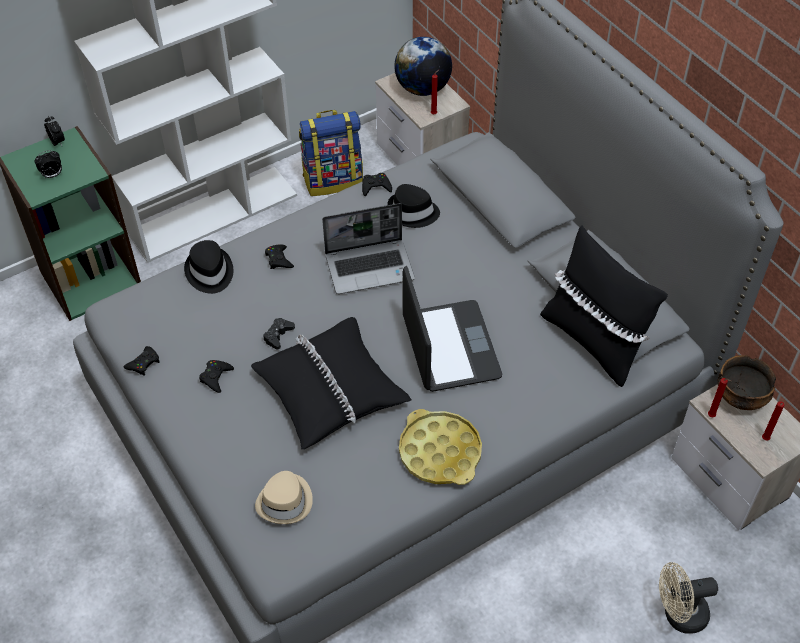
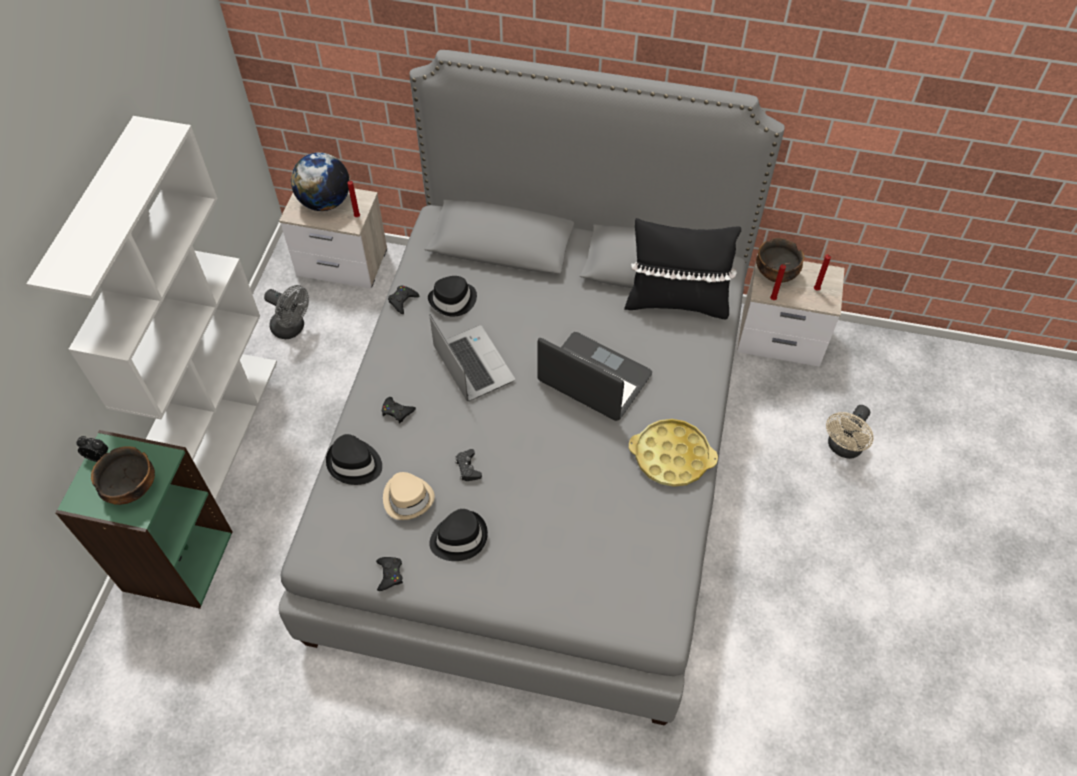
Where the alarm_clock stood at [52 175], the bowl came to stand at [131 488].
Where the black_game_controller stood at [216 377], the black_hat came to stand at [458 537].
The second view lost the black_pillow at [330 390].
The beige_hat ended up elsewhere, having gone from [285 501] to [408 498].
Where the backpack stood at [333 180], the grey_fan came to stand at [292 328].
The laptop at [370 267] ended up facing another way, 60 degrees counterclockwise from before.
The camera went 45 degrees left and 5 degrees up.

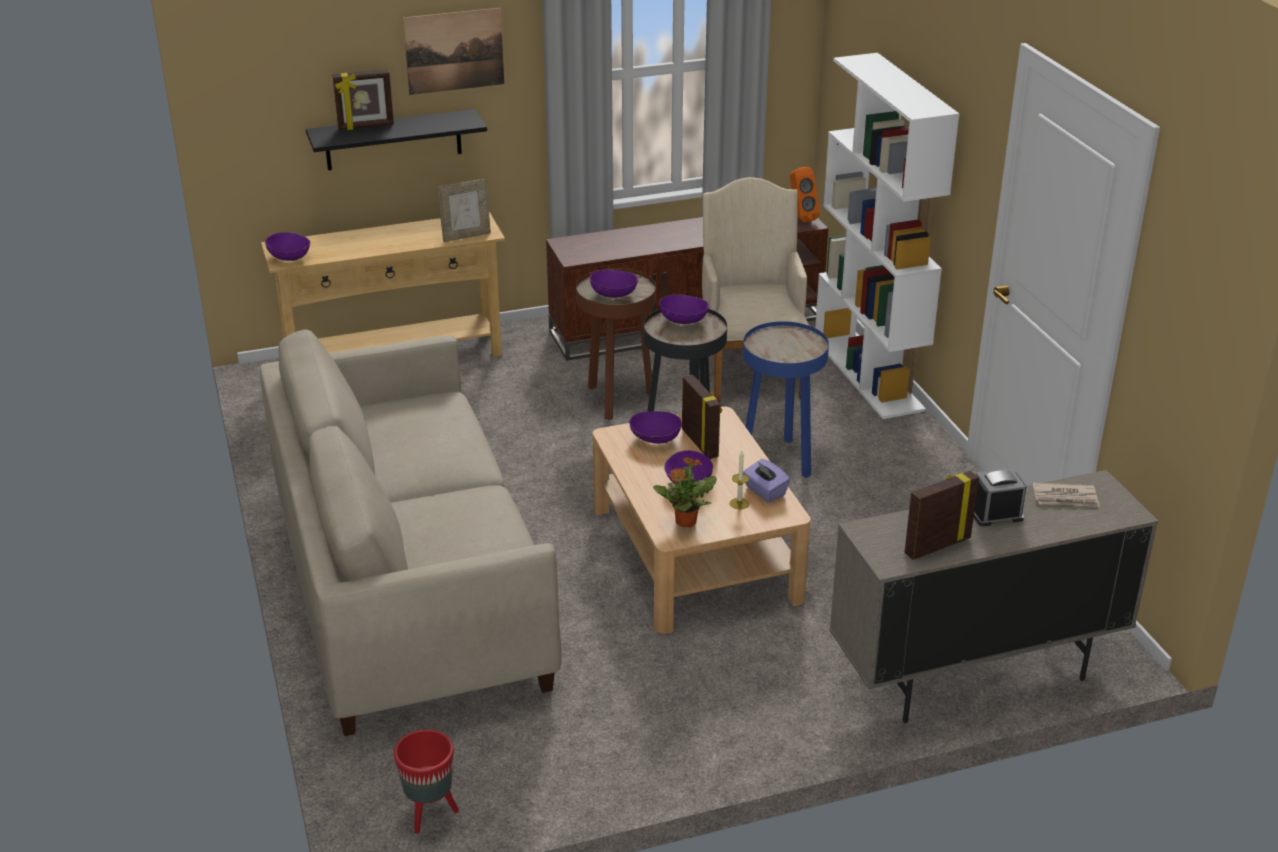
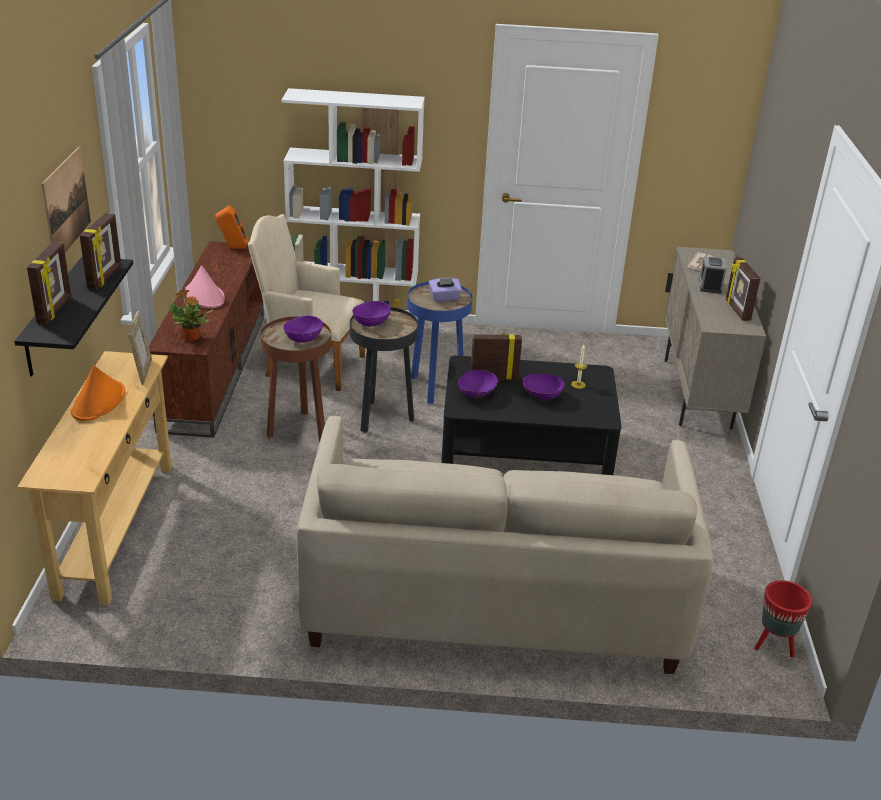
The second view lost the purple_bowl at [290 257].
What was the beige_coffee_table at [694 553] turned into the black_coffee_table at [525 452].
The potted_plant ended up elsewhere, having gone from [685 522] to [192 338].
The purple_tissue_box ended up elsewhere, having gone from [765 491] to [444 298].
The second view gained the orange_hat at [98 402].
The second view gained the picture_frame at [105 277].
The second view gained the pink_hat at [204 296].
The camera went 70 degrees left and 0 degrees up.

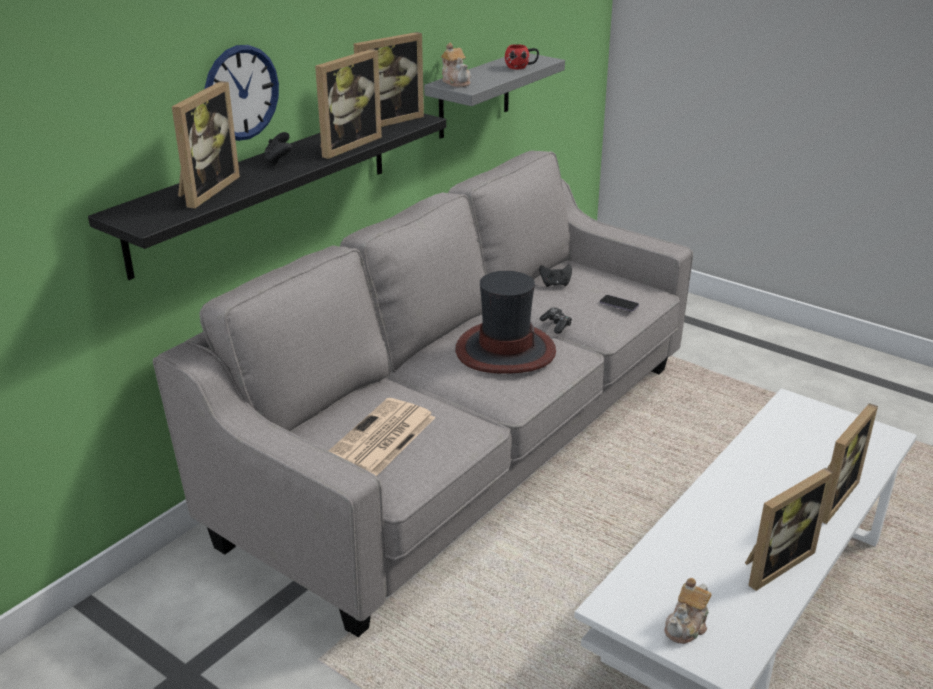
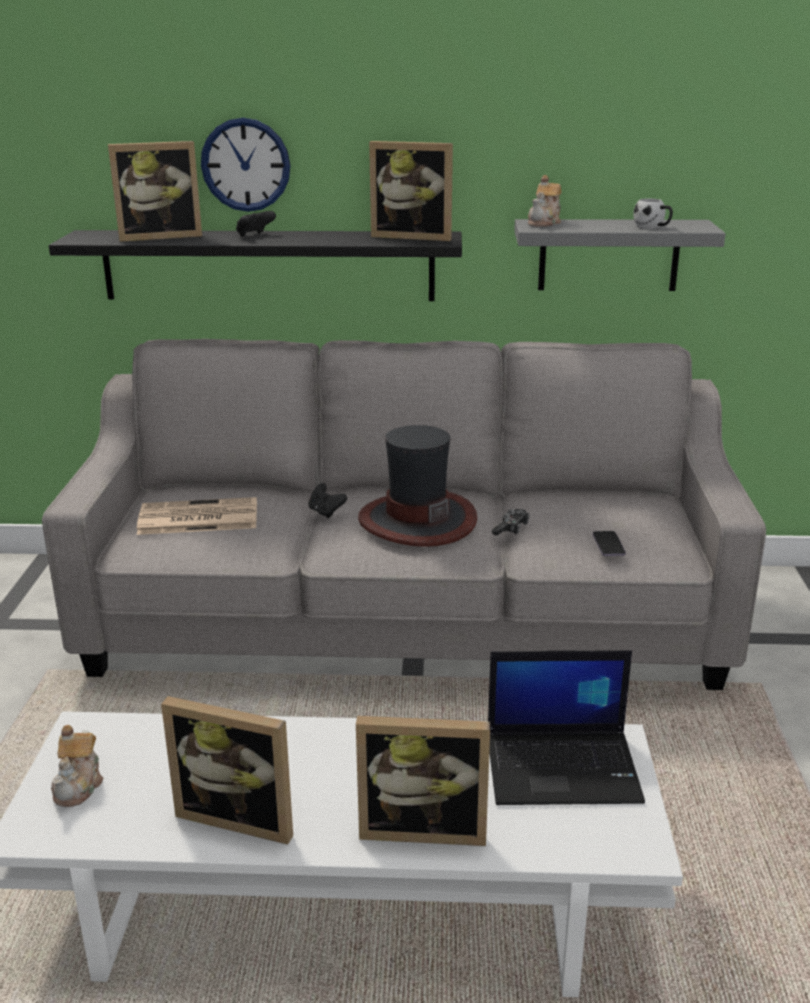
The second view lost the picture_frame at [345 145].
What was the red_mug at [521 67] turned into the white_mug at [652 227].
The black_game_controller ended up elsewhere, having gone from [555 284] to [326 512].
The teapot at [687 626] ended up facing another way, 90 degrees counterclockwise from before.
The second view gained the laptop at [564 767].
The camera went 55 degrees right and 5 degrees down.

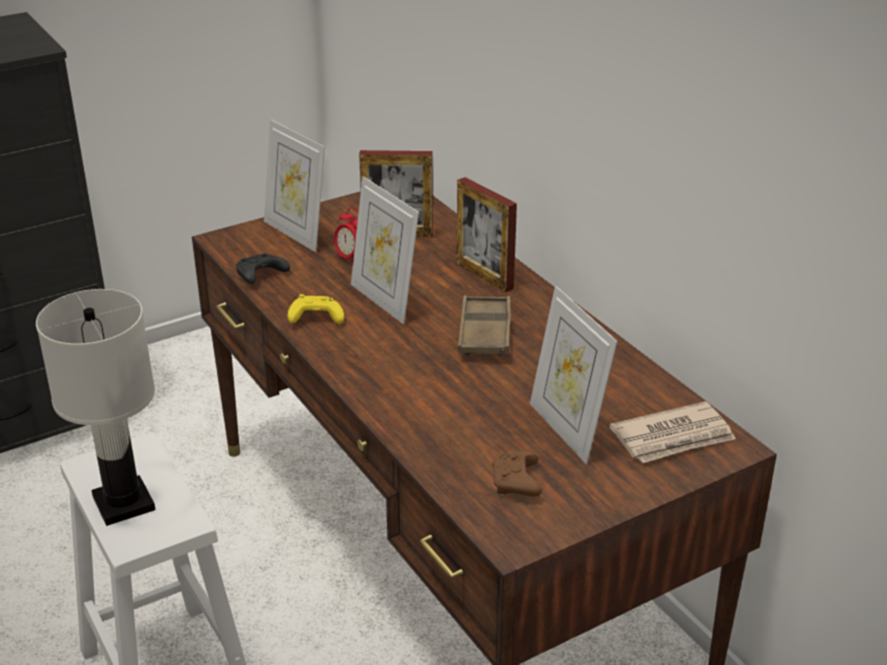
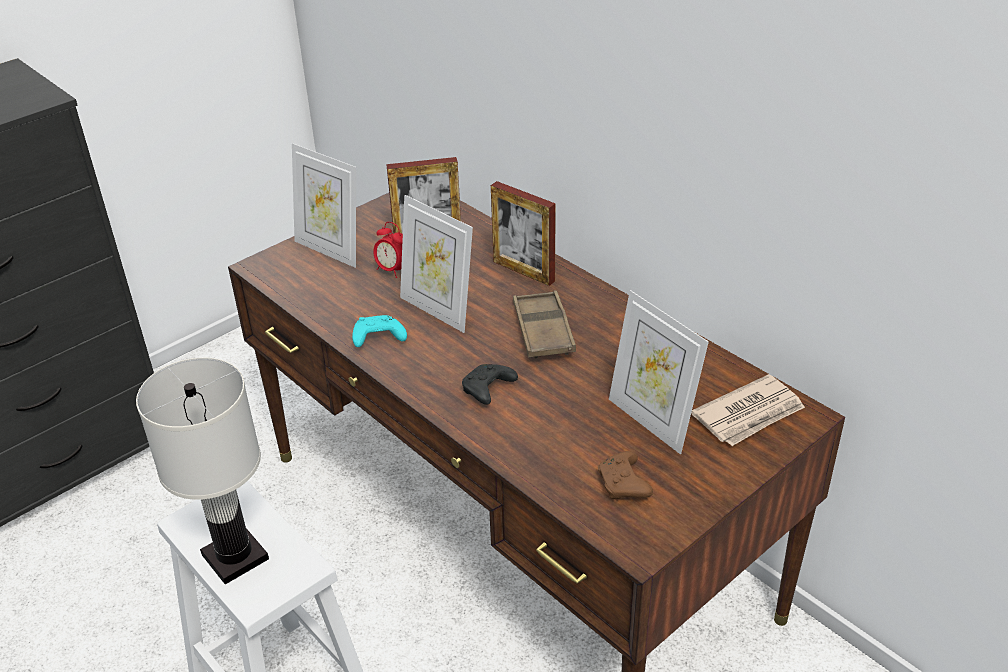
The black_game_controller ended up elsewhere, having gone from [260 276] to [487 390].
What was the yellow_game_controller at [315 319] turned into the turquoise_game_controller at [377 339].
The camera went 10 degrees left and 5 degrees up.

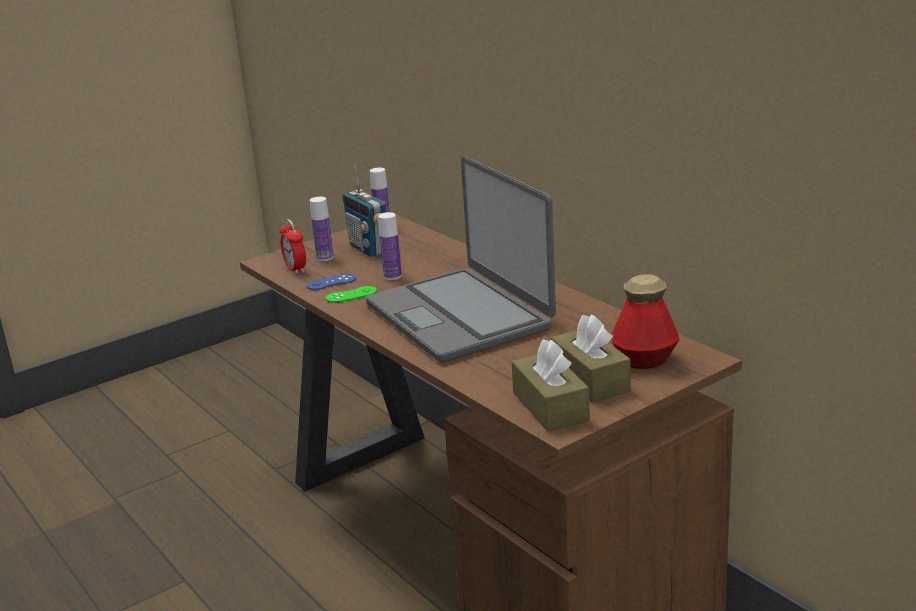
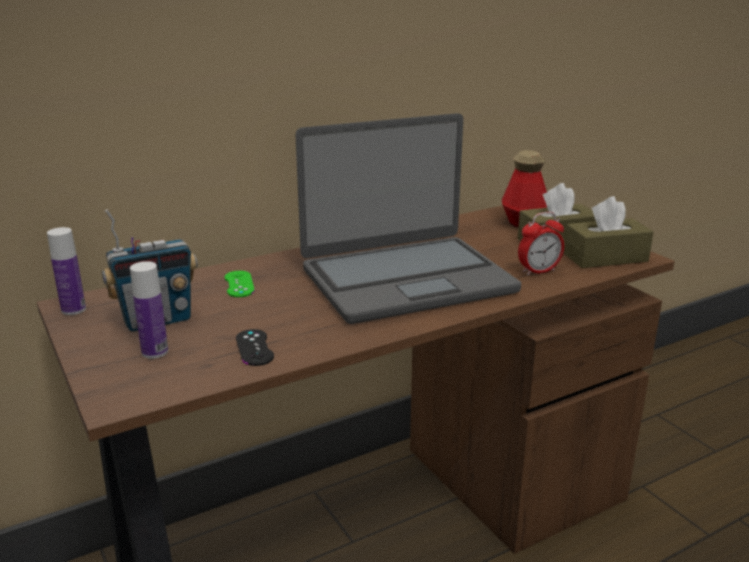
The alarm_clock ended up elsewhere, having gone from [295 269] to [538 271].
What was the blue_game_controller at [331 282] turned into the black_game_controller at [254 347].
The green_game_controller ended up elsewhere, having gone from [351 295] to [239 284].
The second view lost the bottle at [392 276].
The camera went 85 degrees left and 0 degrees up.

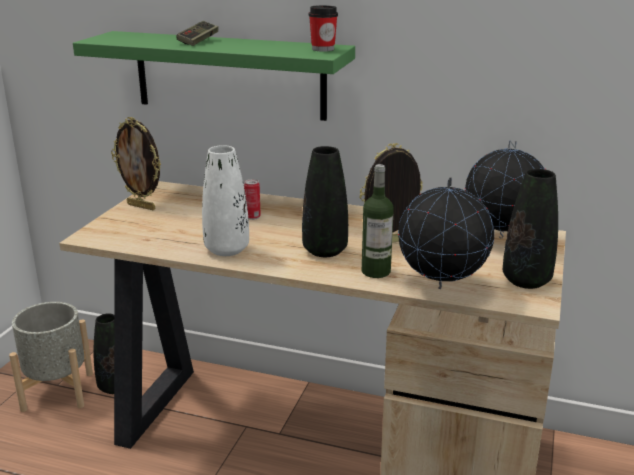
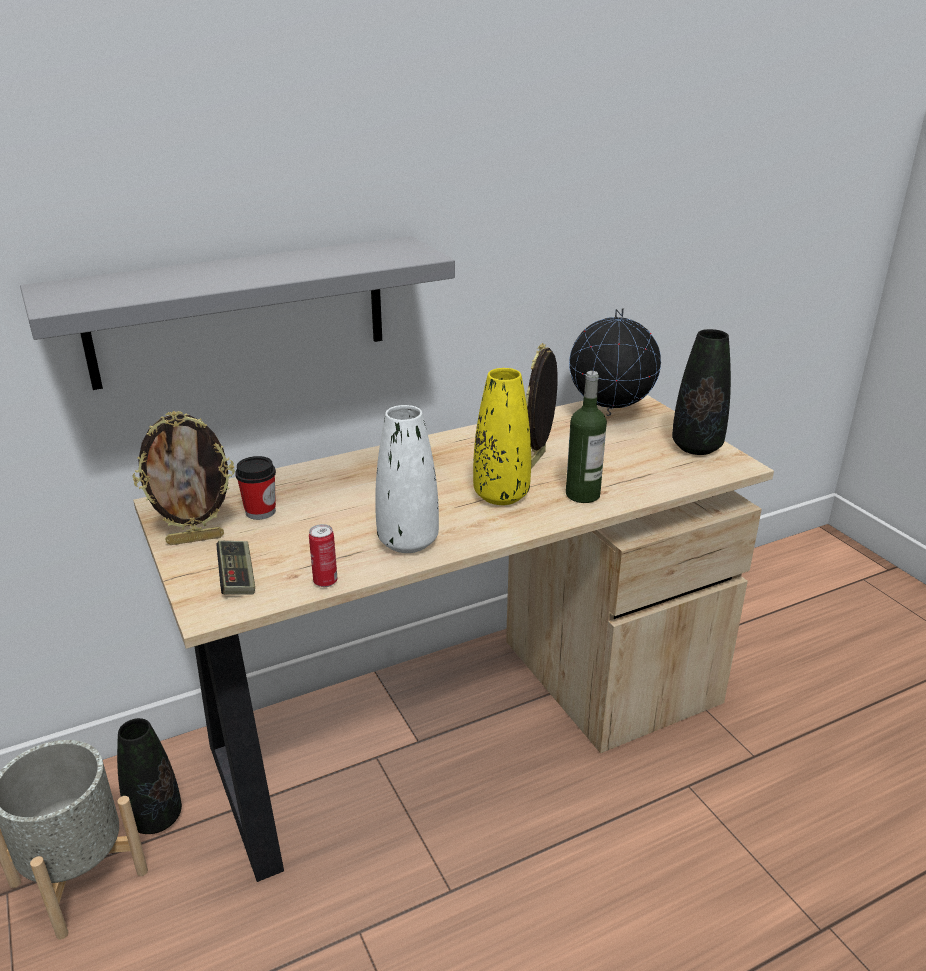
What was the green_shelf at [229 75] turned into the grey_shelf at [239 311].
The game_controller ended up elsewhere, having gone from [198 41] to [237 577].
The can ended up elsewhere, having gone from [253 217] to [325 581].
What was the black_vase at [325 251] turned into the yellow_vase at [501 495].
The cup ended up elsewhere, having gone from [323 49] to [260 511].
The second view lost the globe at [441 287].
The camera went 45 degrees left and 5 degrees up.

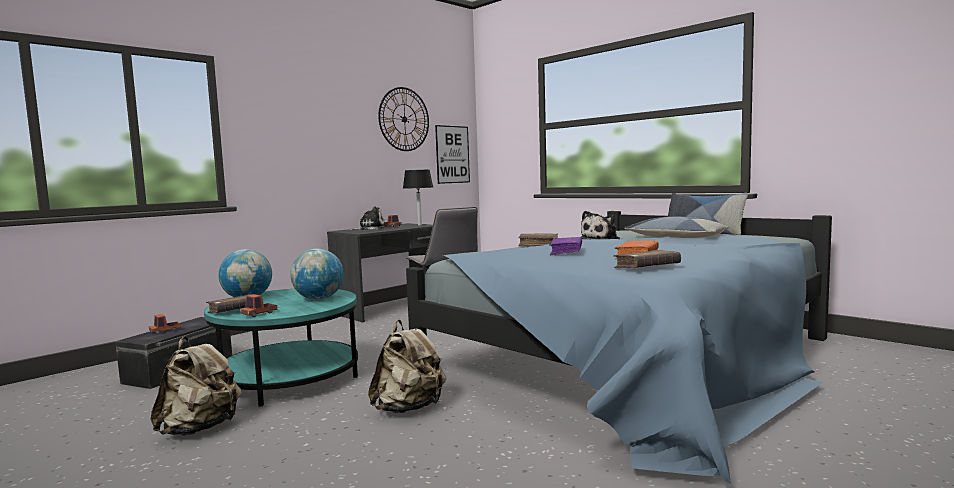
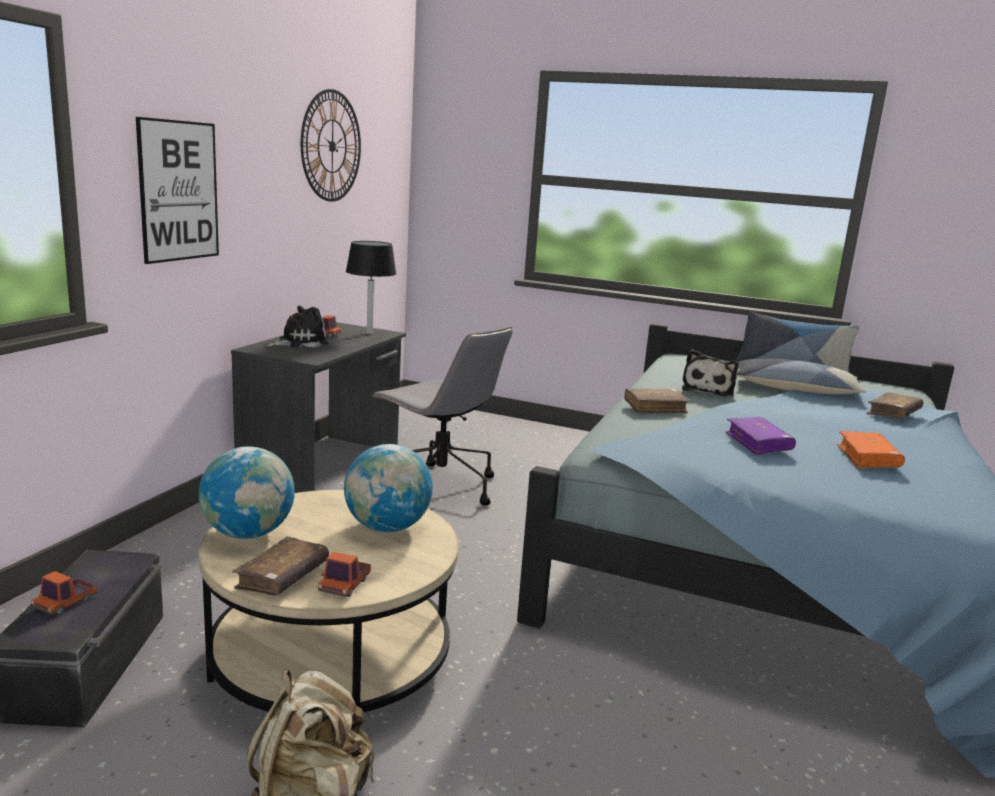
What was the turquoise_coffee_table at [288 378] turned into the beige_coffee_table at [331 660].
The second view lost the beige_backpack at [409 408].
The picture ended up elsewhere, having gone from [452 154] to [179 191].
The brown_book ended up elsewhere, having gone from [647 268] to [893 413].
The camera went 25 degrees left and 10 degrees up.

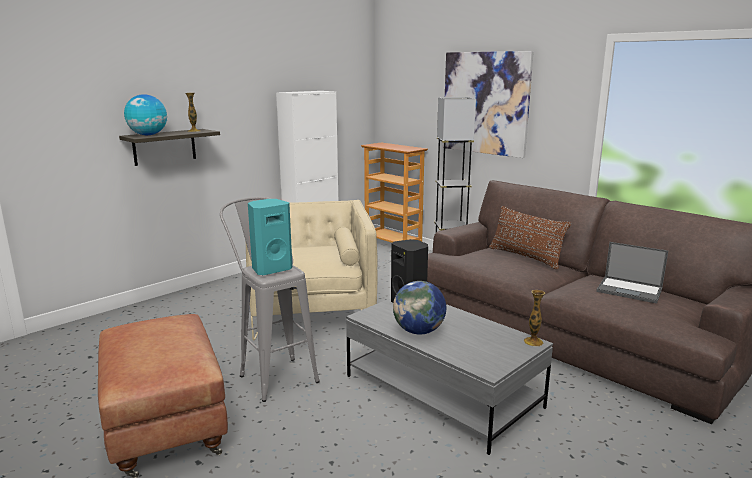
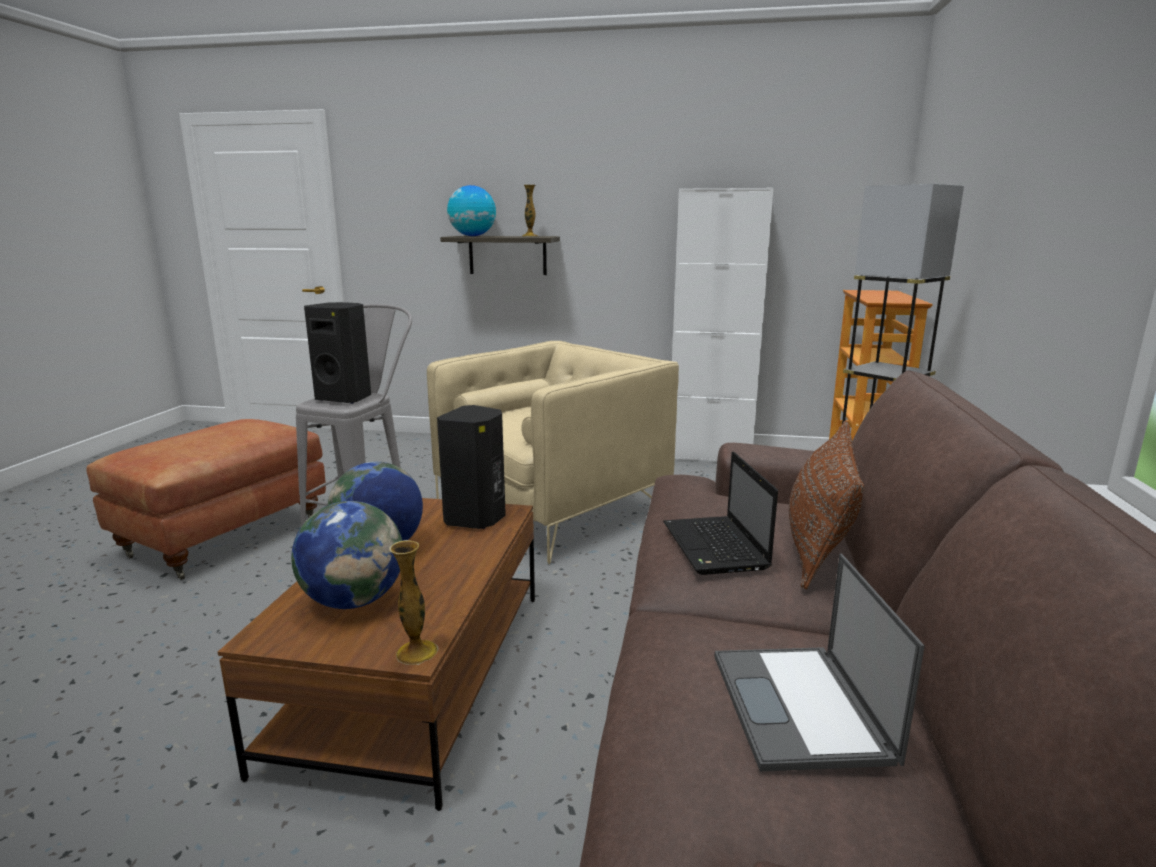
What was the turquoise_speaker at [271 269] turned into the black_speaker at [345 398].
What was the grey_coffee_table at [442 391] turned into the brown_coffee_table at [416 674].
The second view lost the picture at [485 103].
The second view gained the globe at [354 601].
The second view gained the laptop at [716 547].
The camera went 55 degrees right and 0 degrees up.

